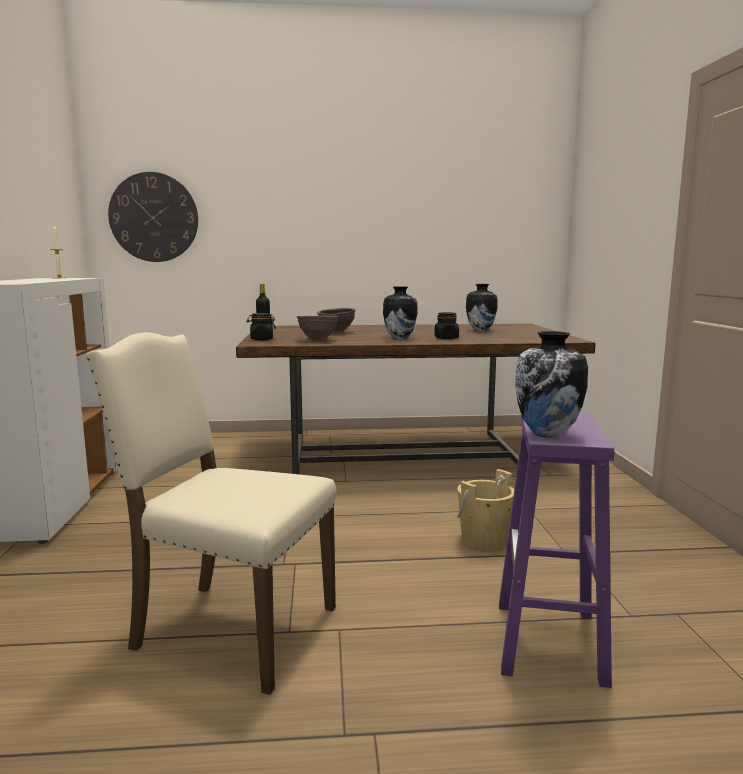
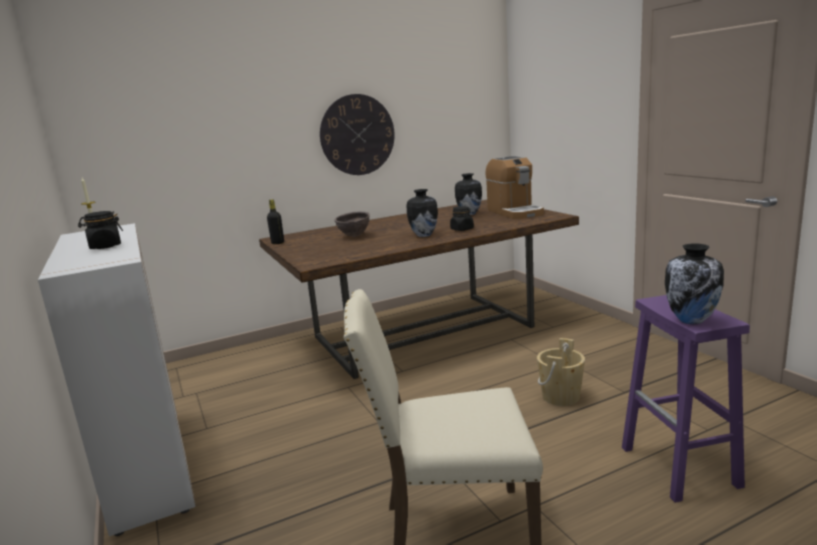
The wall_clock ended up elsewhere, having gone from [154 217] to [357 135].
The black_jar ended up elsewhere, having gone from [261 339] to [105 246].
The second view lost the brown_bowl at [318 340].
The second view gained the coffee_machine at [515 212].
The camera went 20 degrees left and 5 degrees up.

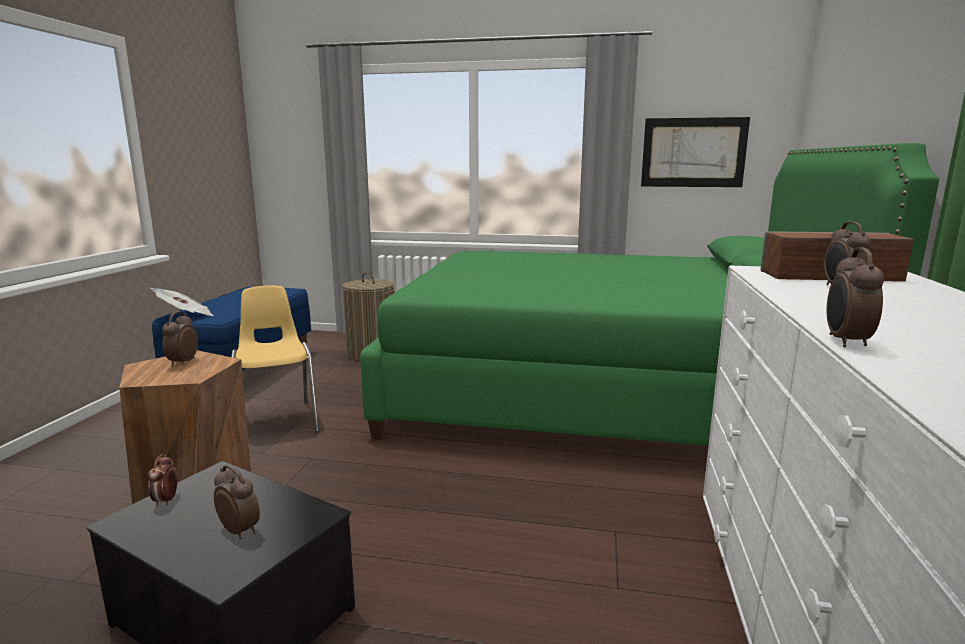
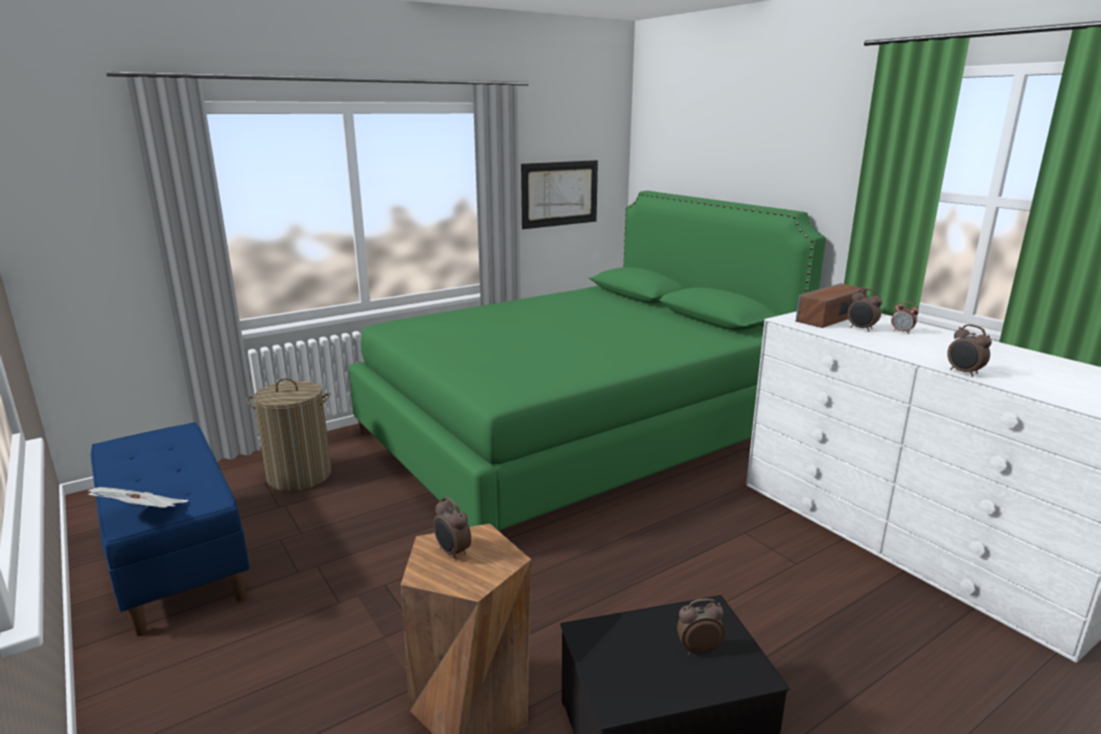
The alarm_clock ended up elsewhere, having gone from [166 500] to [902 332].
The second view lost the yellow_chair at [278 421].
The camera went 45 degrees left and 5 degrees up.

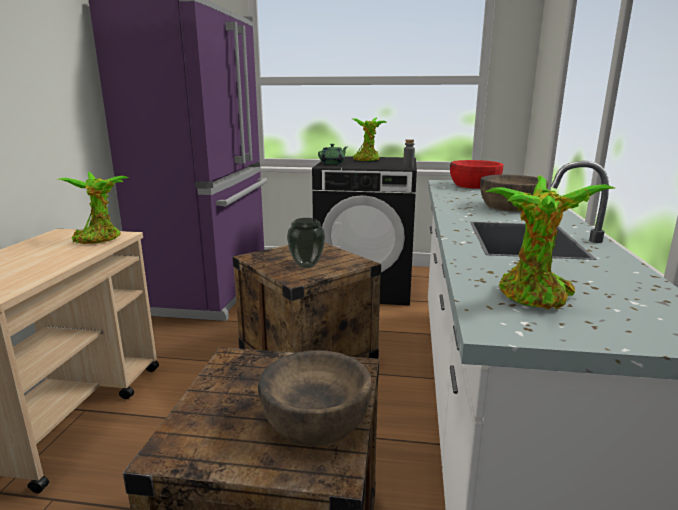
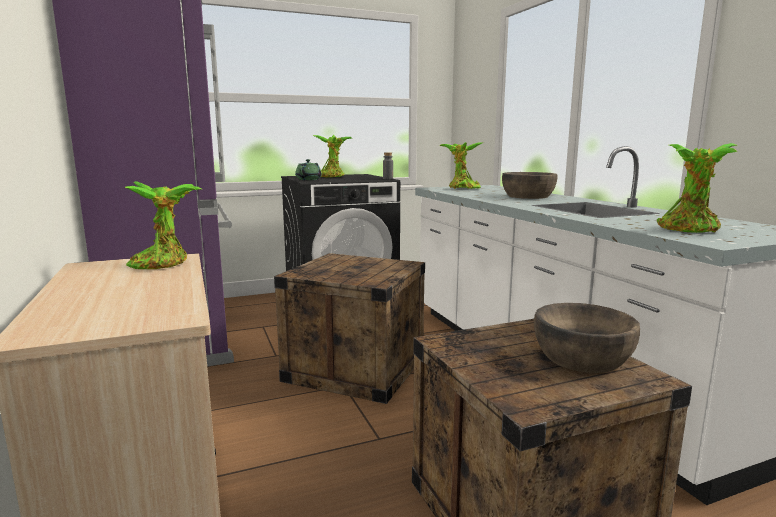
The second view lost the vase at [307 266].
Where the red_bowl stood at [474 185], the potted_plant came to stand at [462 188].
The camera went 30 degrees left and 5 degrees down.

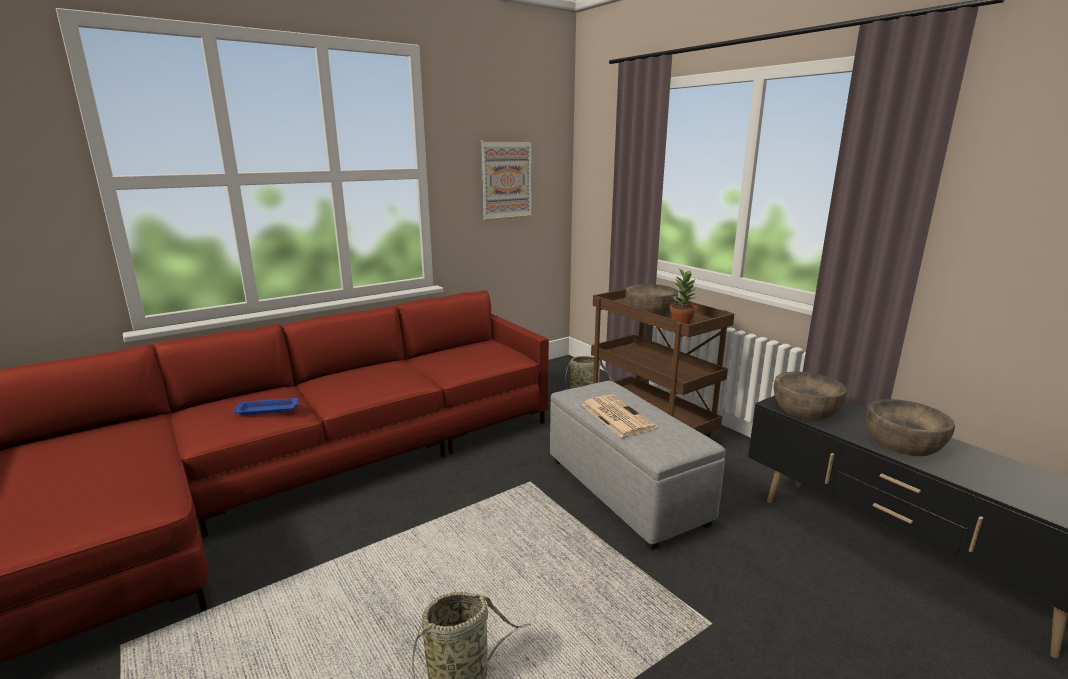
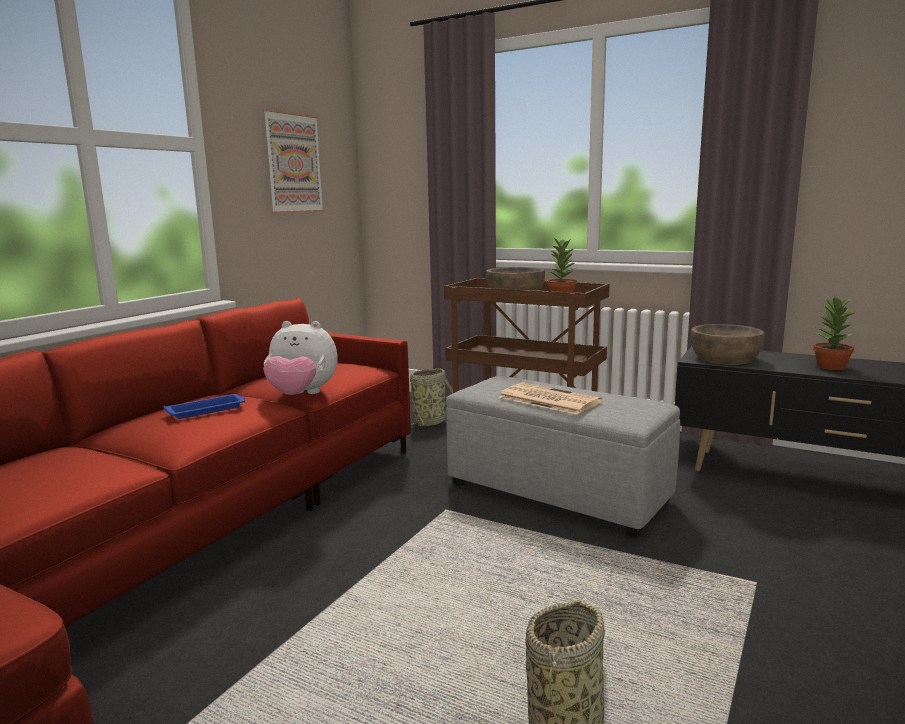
The blue_tray ended up elsewhere, having gone from [268 410] to [207 410].
Where the brown_bowl stood at [903 442], the potted_plant came to stand at [830 366].
The second view gained the plush_toy at [302 395].
The camera went 25 degrees left and 5 degrees down.

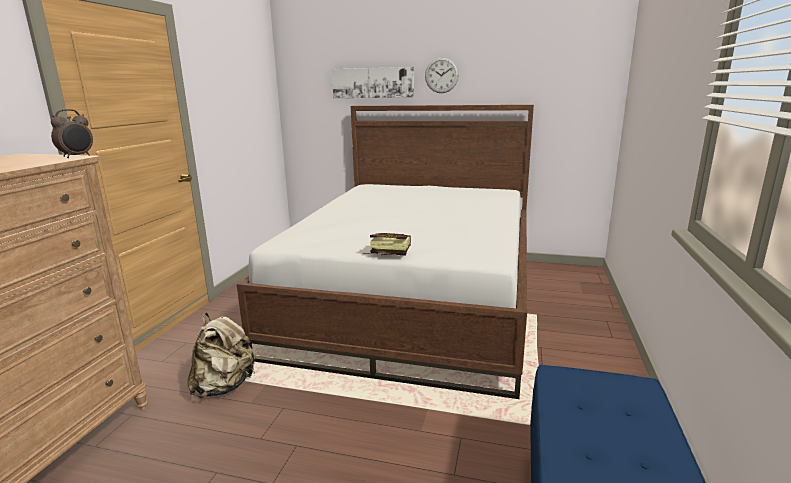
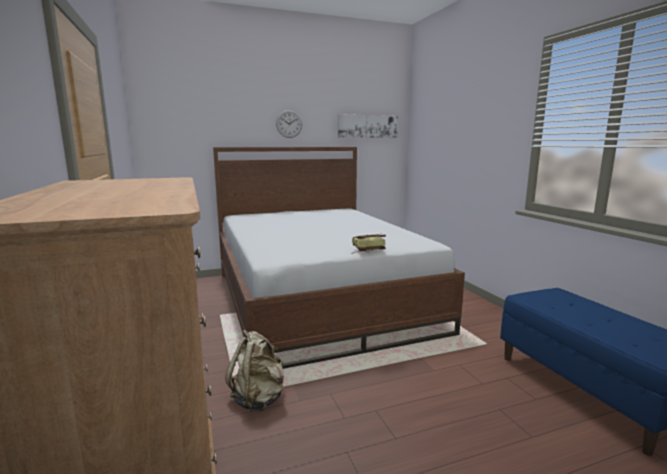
The second view lost the alarm_clock at [77 156].
The picture ended up elsewhere, having gone from [373 83] to [367 126].
The camera went 35 degrees left and 5 degrees down.

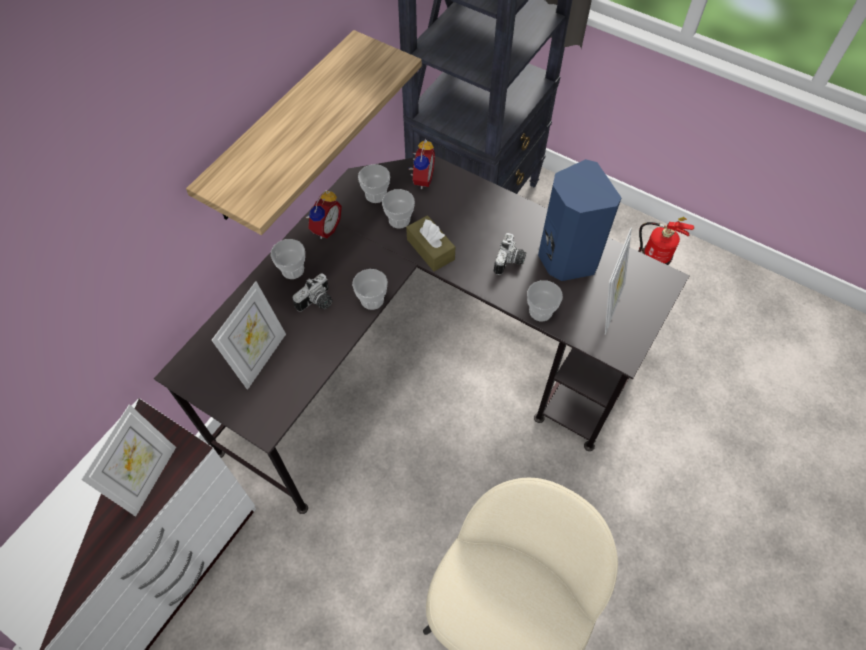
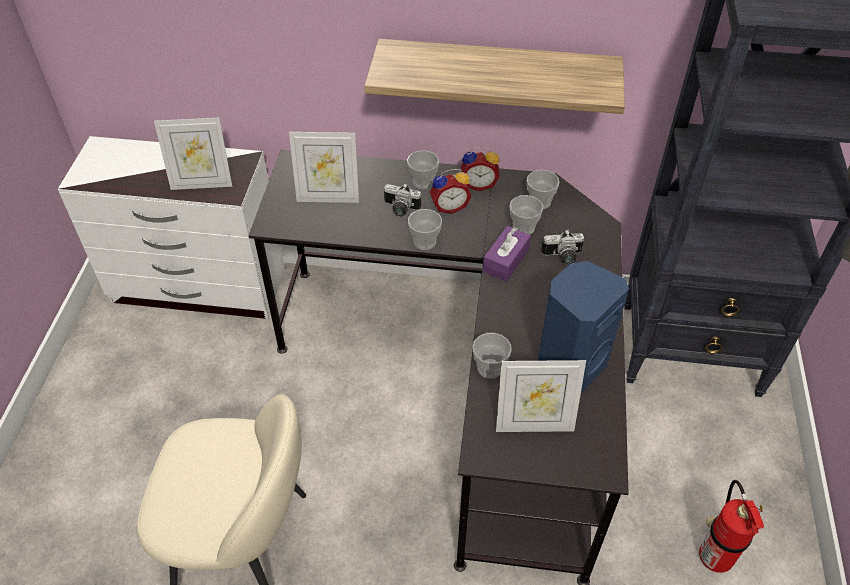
What was the brown_tissue_box at [430 249] turned into the purple_tissue_box at [506 261].
The alarm_clock ended up elsewhere, having gone from [421 179] to [449 206].
The photo_camera ended up elsewhere, having gone from [510 262] to [562 257].
The camera went 65 degrees right and 10 degrees down.

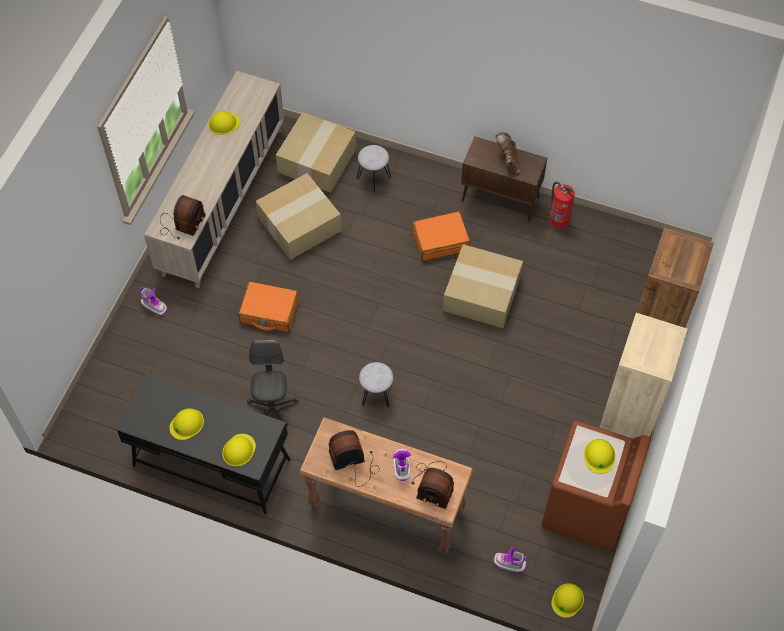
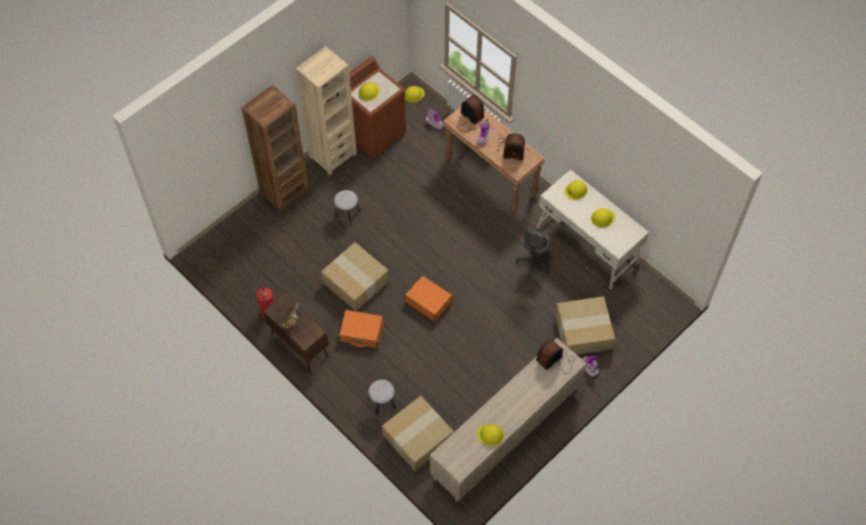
What was the black_desk at [211 462] turned into the white_desk at [587 245].
The orange_suitcase ended up elsewhere, having gone from [269 312] to [428 301].
The cardboard_box ended up elsewhere, having gone from [300 223] to [582 332].
The grey_stool ended up elsewhere, having gone from [376 395] to [347 214].
The camera went 155 degrees left and 0 degrees up.

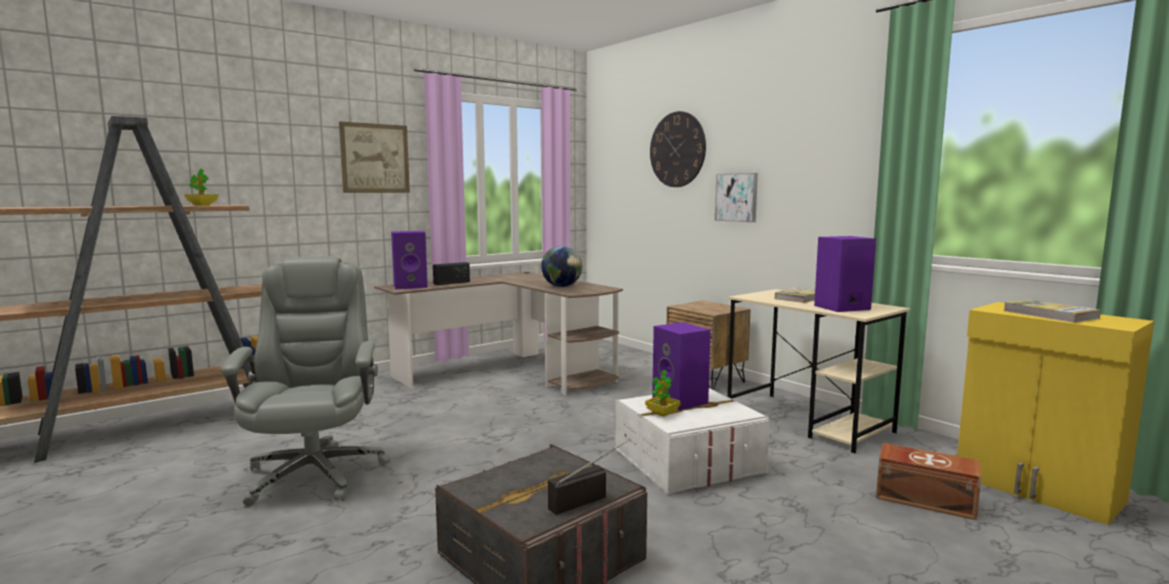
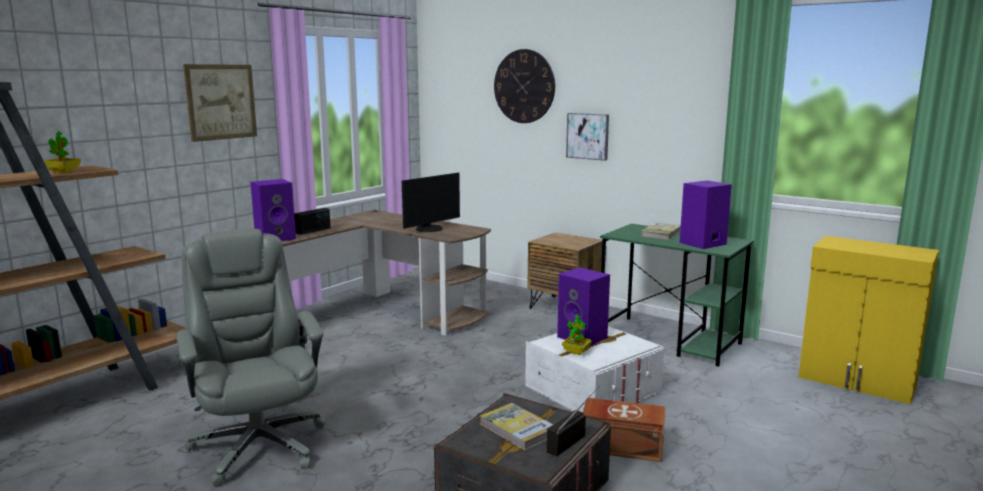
Where the globe stood at [561 286], the monitor came to stand at [430 229].
What was the beige_desk at [808 421] turned into the green_desk at [670 340].
The brown_storage_box ended up elsewhere, having gone from [923 498] to [621 445].
The book ended up elsewhere, having gone from [1050 314] to [517 429].
The camera went 15 degrees left and 5 degrees up.

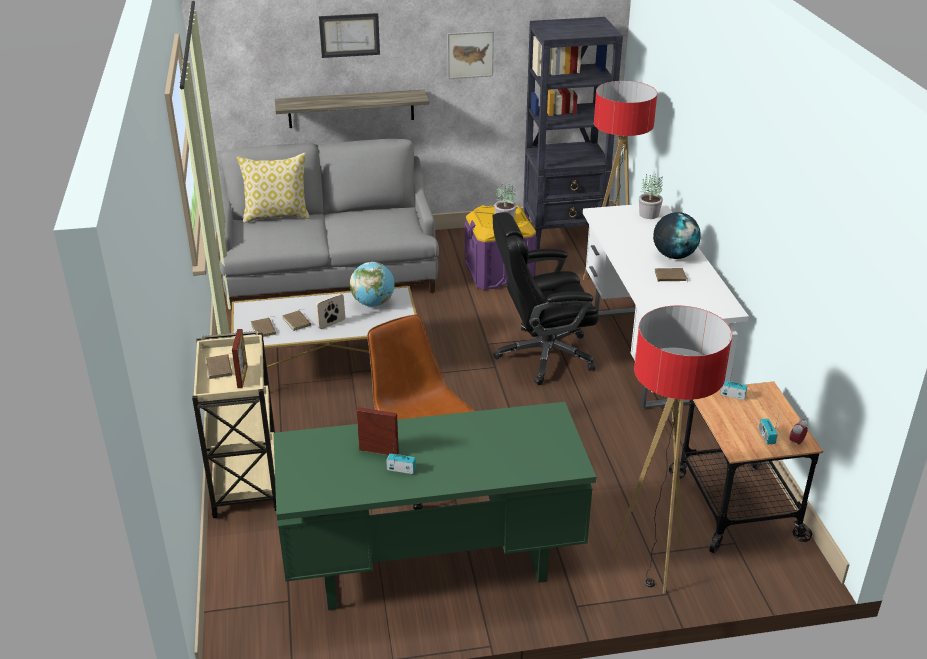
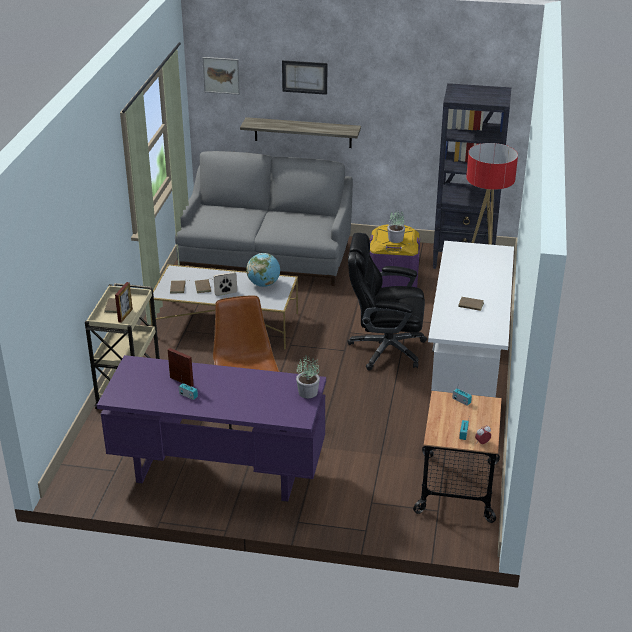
The second view lost the pillow at [277 216].
What was the green_desk at [432 566] turned into the purple_desk at [217 473].
The picture ended up elsewhere, having gone from [470 54] to [221 75].
The second view lost the floor_lamp at [652 563].
The potted_plant ended up elsewhere, having gone from [649 214] to [308 392].
The second view lost the globe at [674 255].
The camera went 20 degrees right and 0 degrees up.

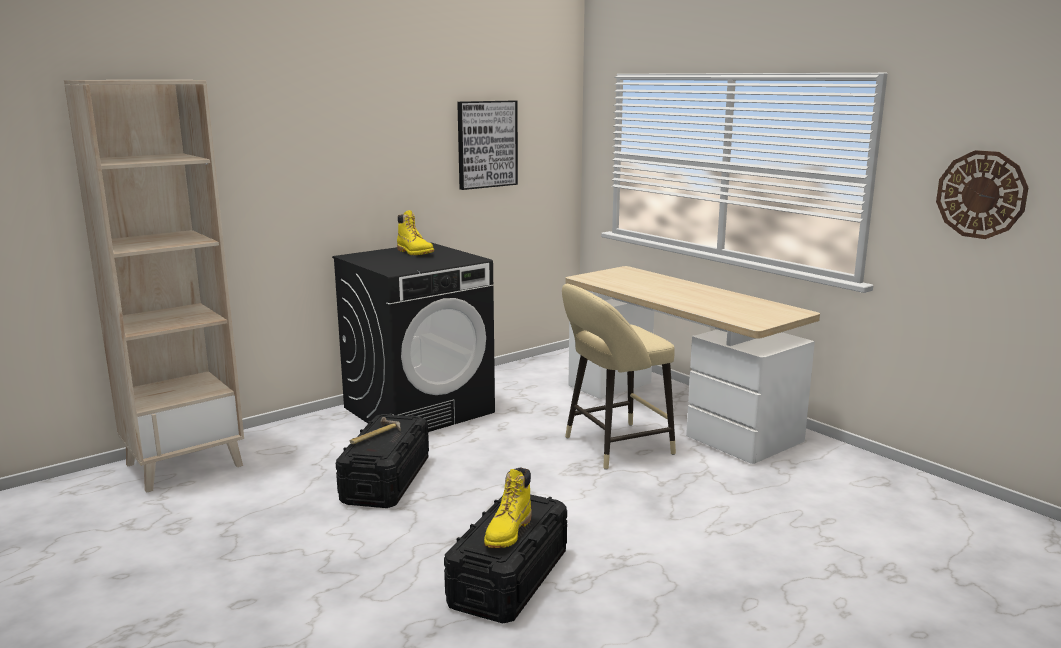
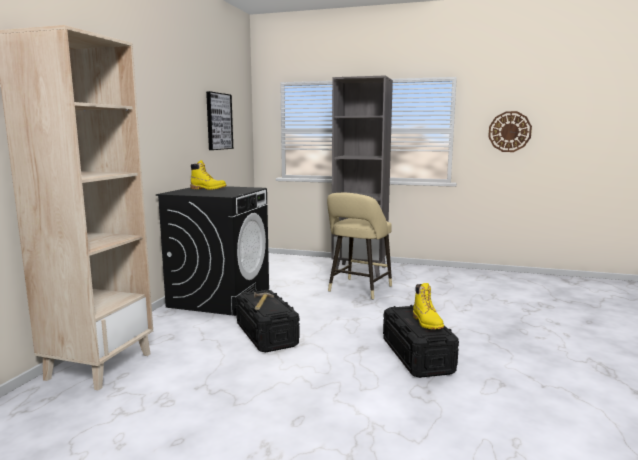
Where the desk stood at [676 413], the grey_bookcase came to stand at [360 270].
The camera went 35 degrees left and 5 degrees down.

